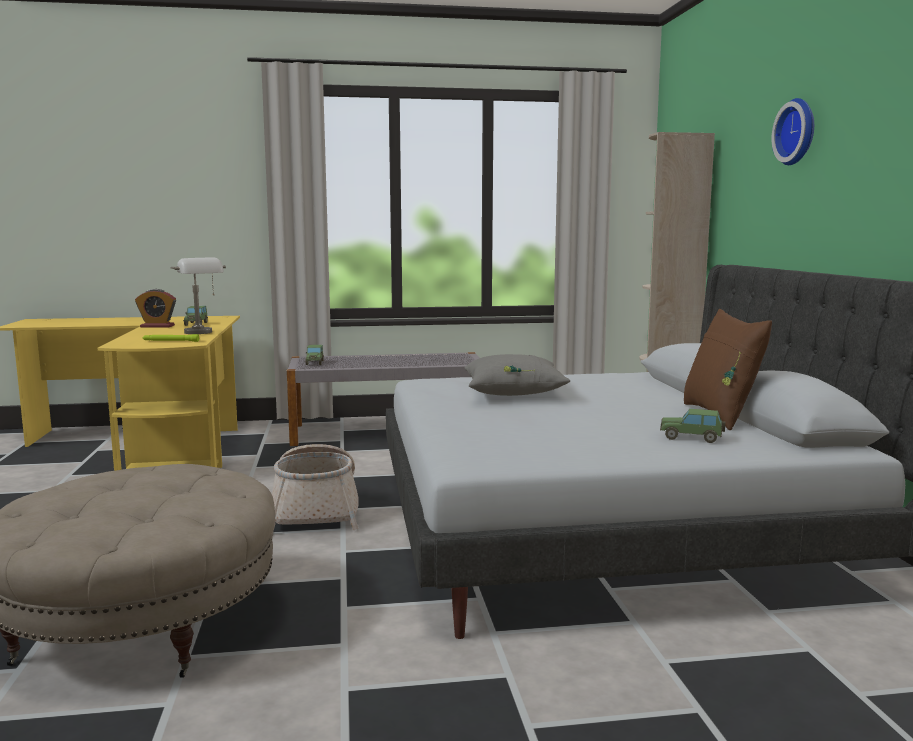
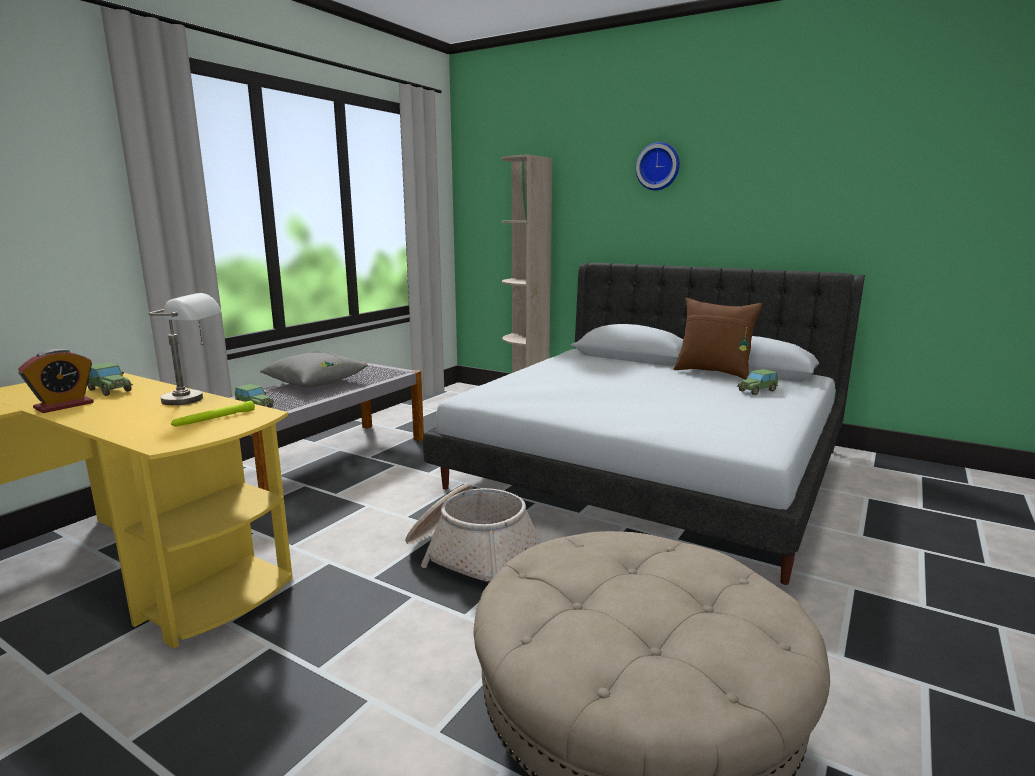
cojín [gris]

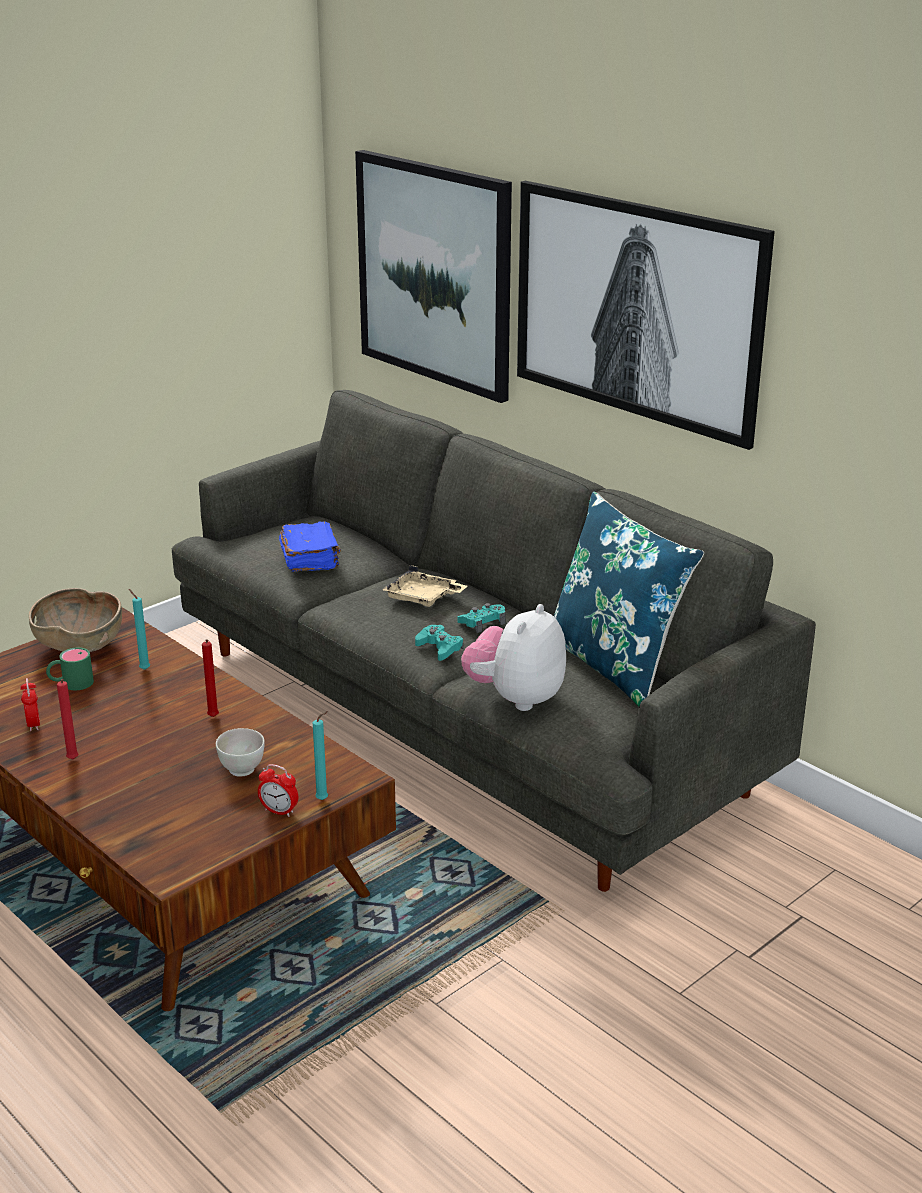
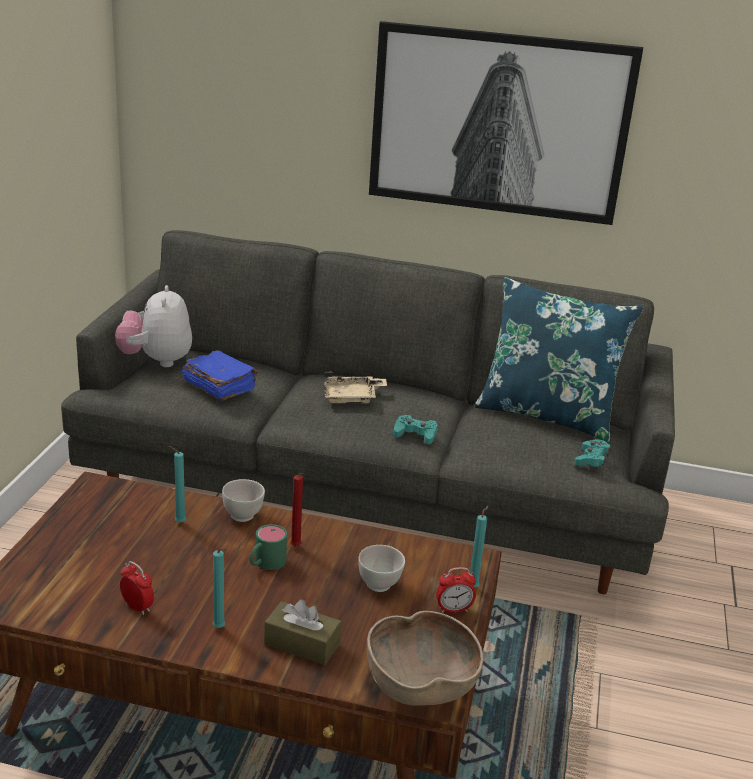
cuadro (1st from left in the first image)
cuenco [blanco] (1st from left)
caja de pañuelos [marrón]
cuenco [marrón]
taza grande [verde]
mando de consola [turquesa] (2nd from left)
peluche
vela [turquesa] (2nd from left)

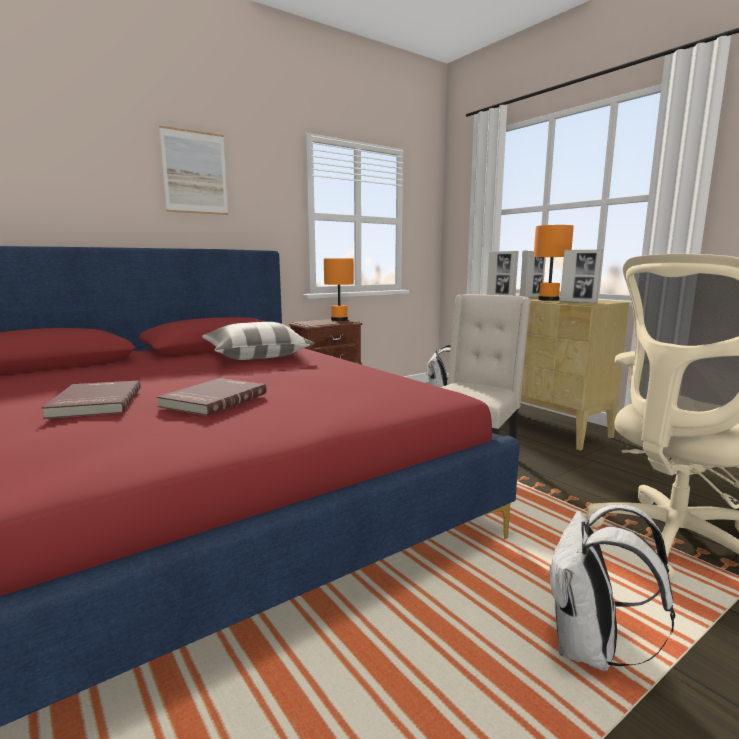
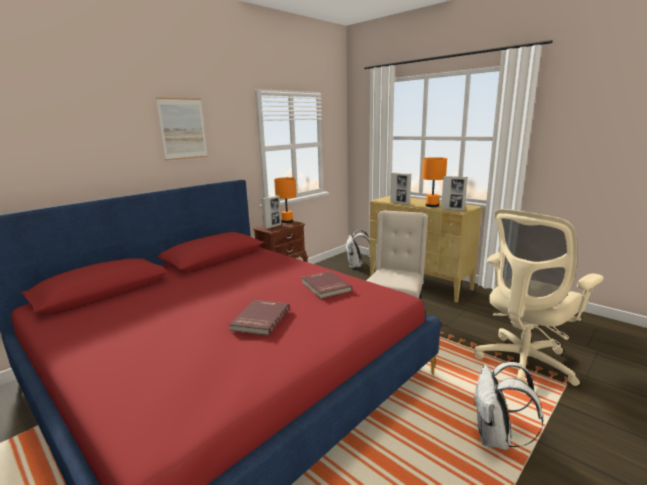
cojín
libro [rojo] (2nd from left)
portarretratos (1st from left)

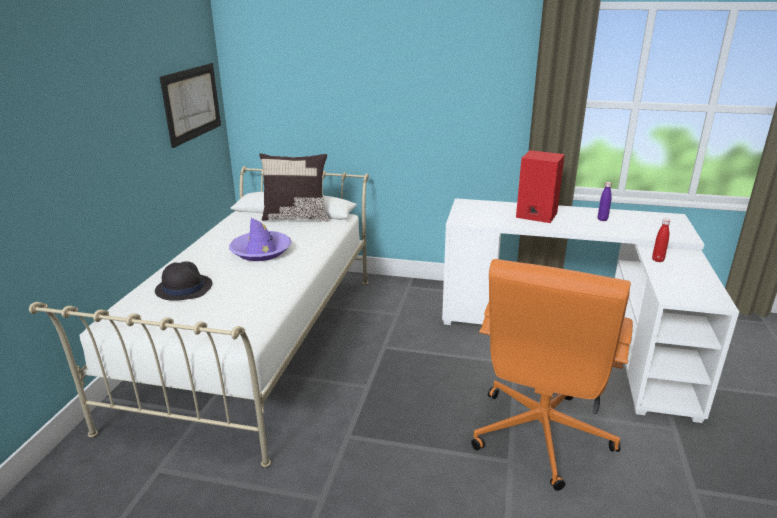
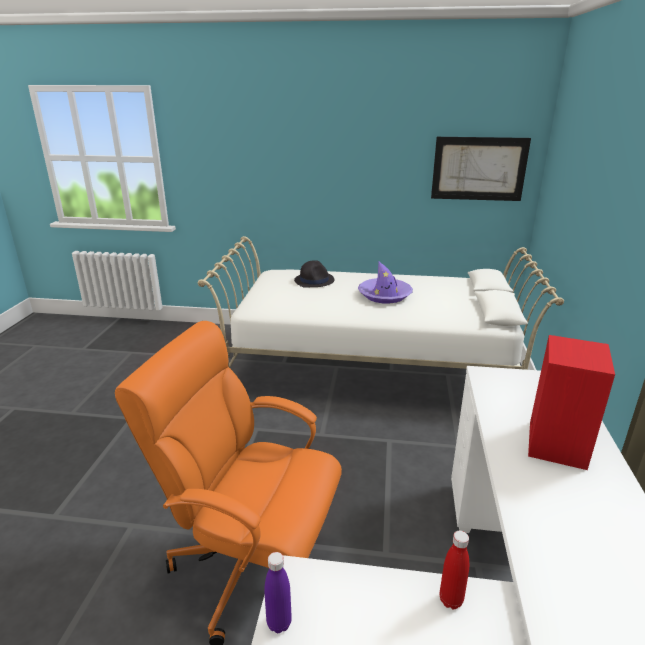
cojín
botella [morado]

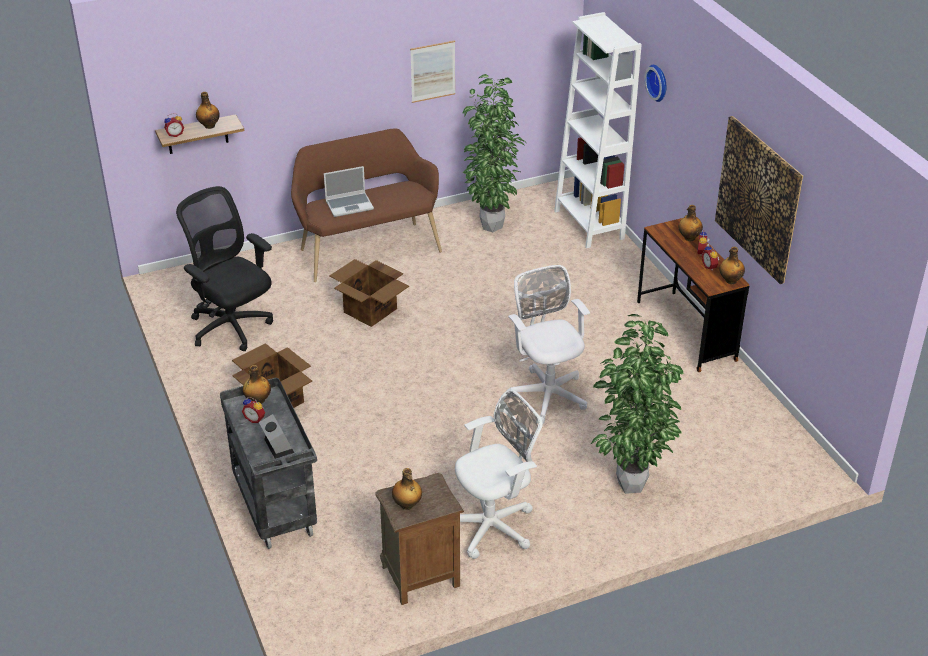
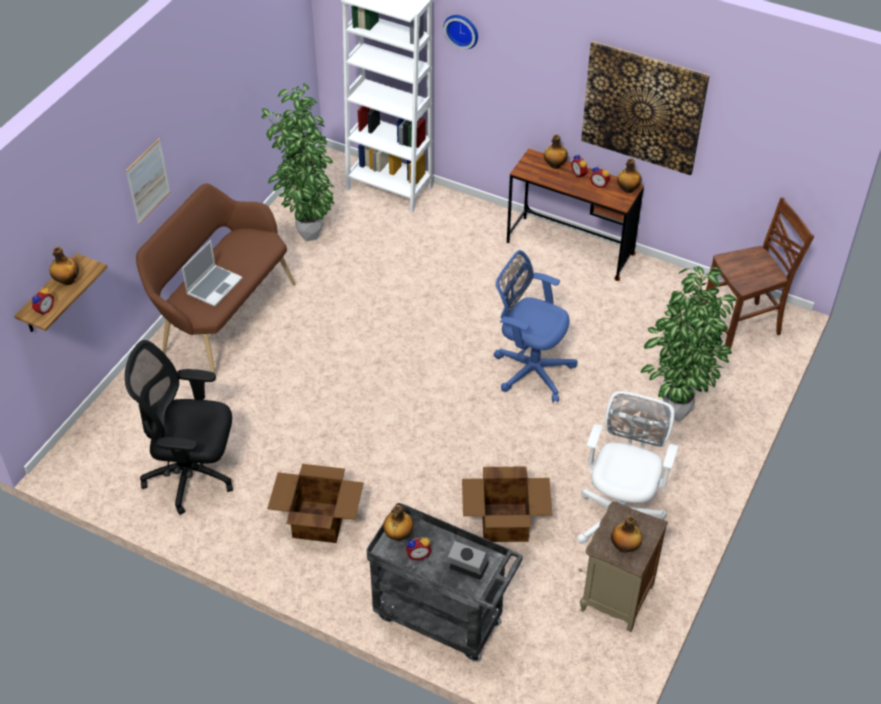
silla [marrón]
caja de cartón (2nd from left)
cuadro (1st from left)
silla de oficina [azul]

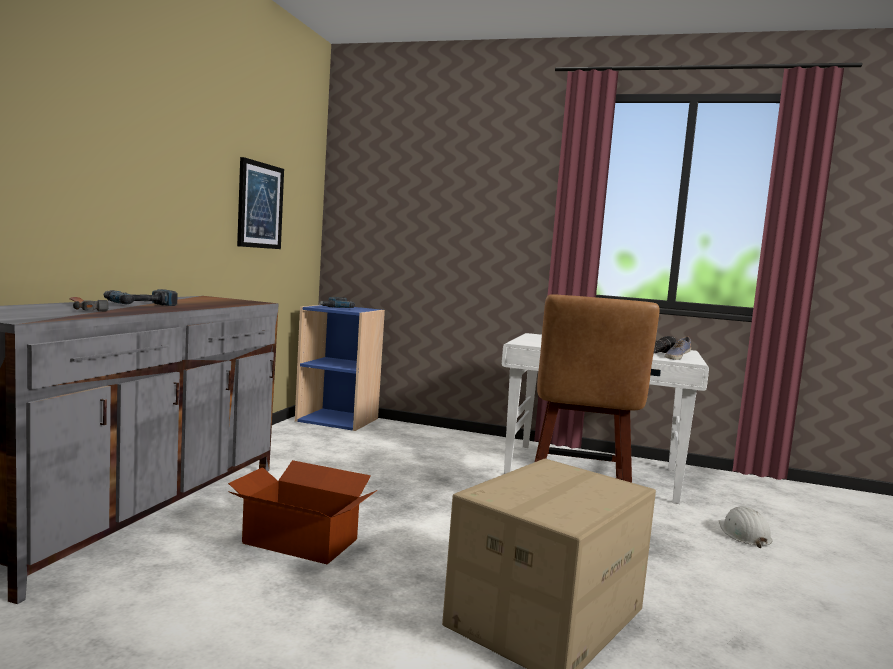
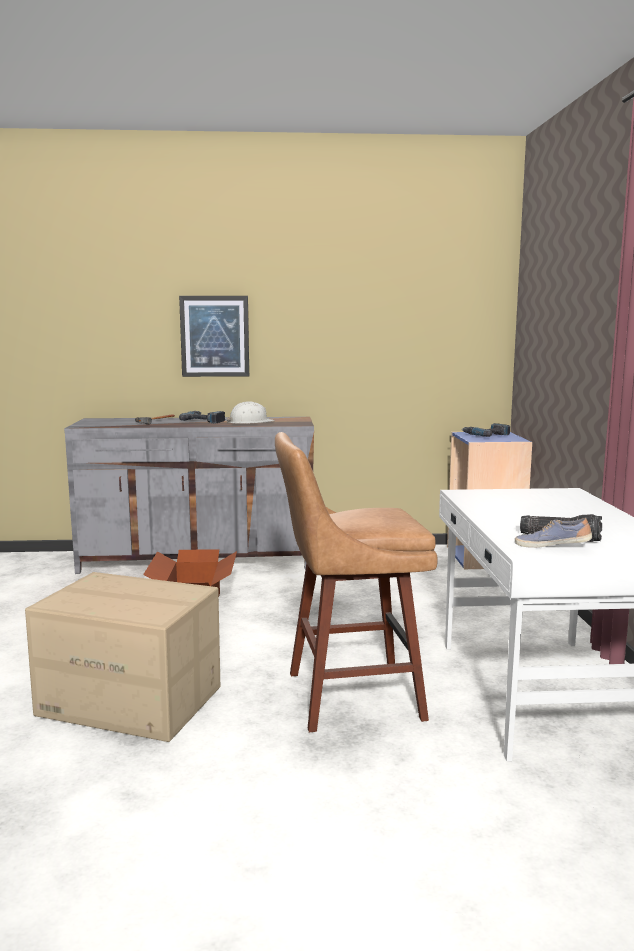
cuadro
casco [blanco]

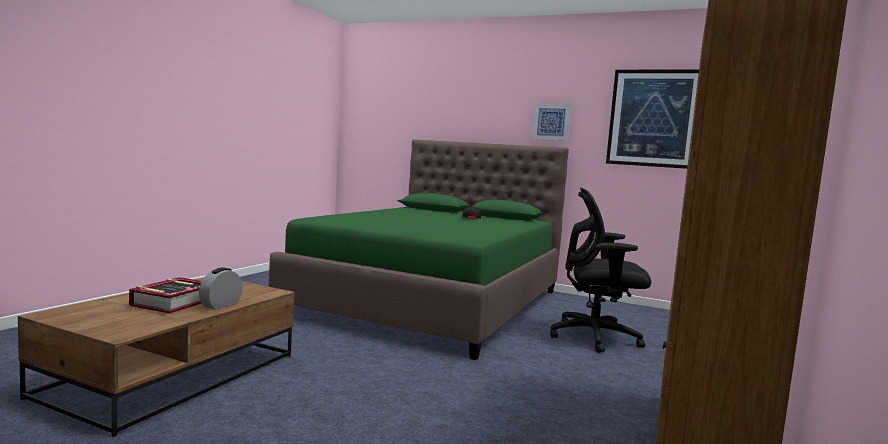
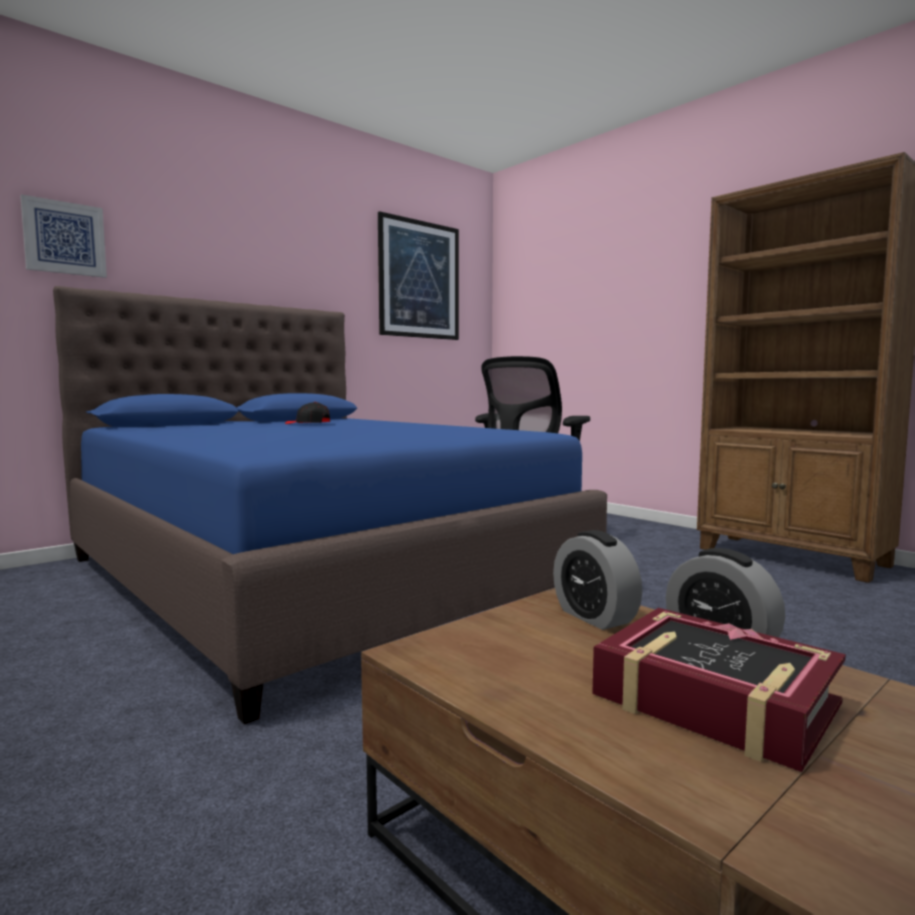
despertador (1st from left)
cuadro (1st from left)
cama [azul]

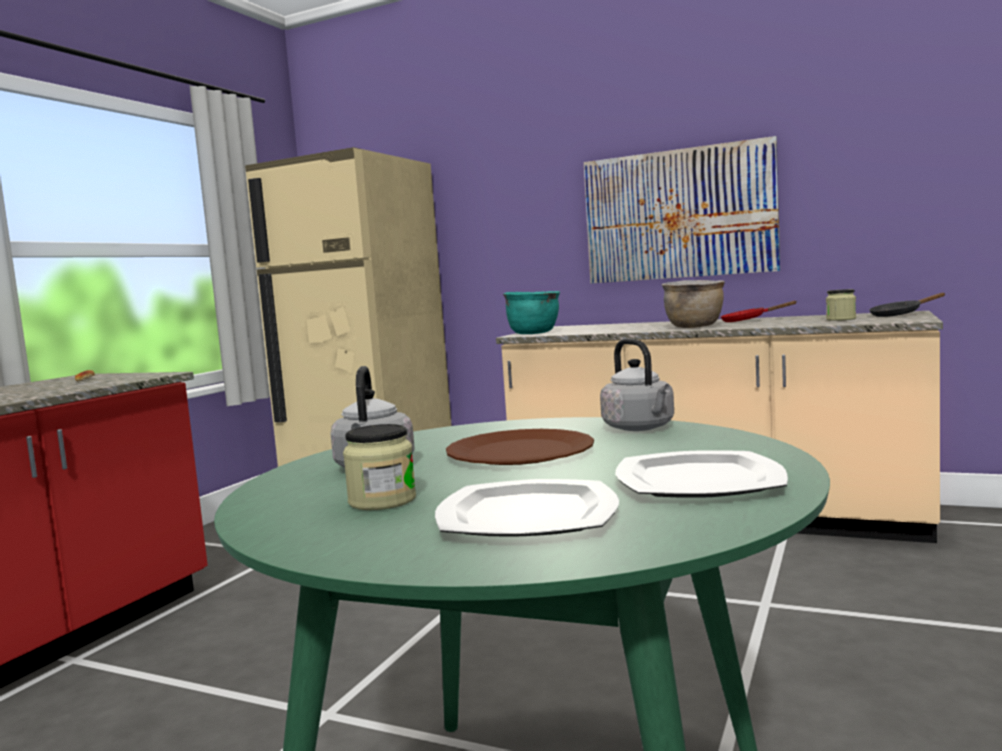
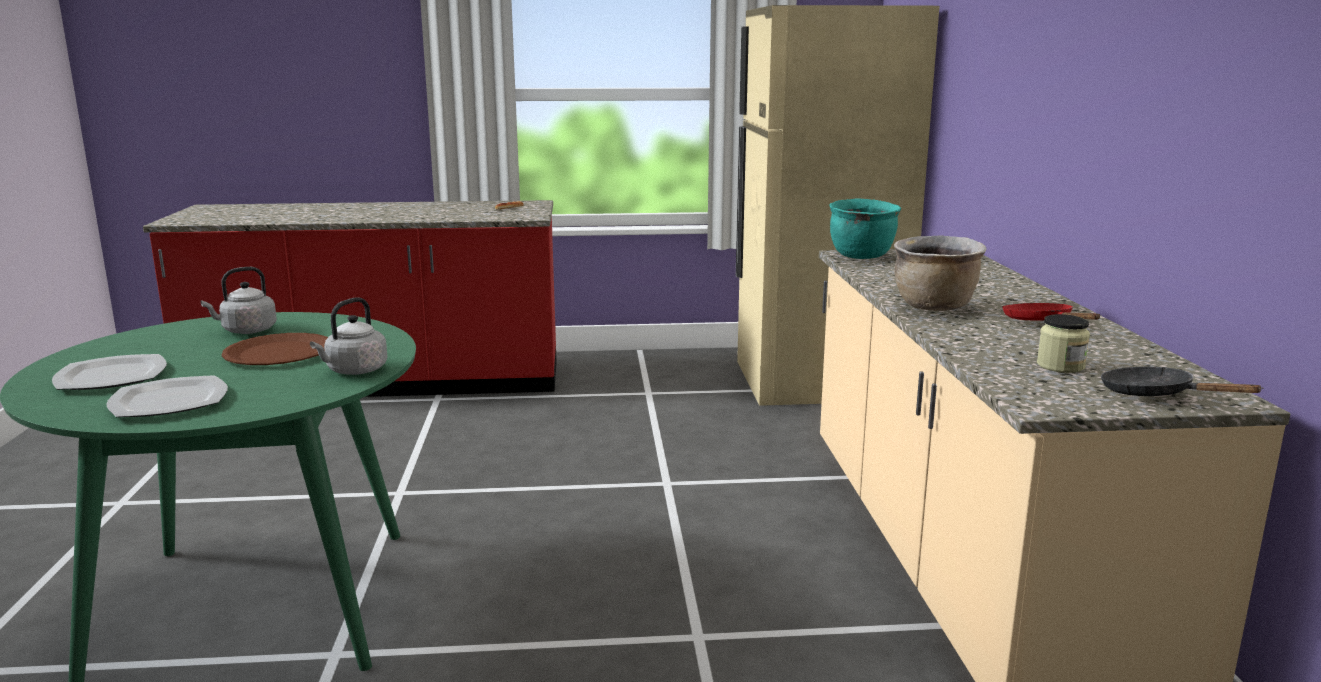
tarro (1st from left in the first image)
cuadro

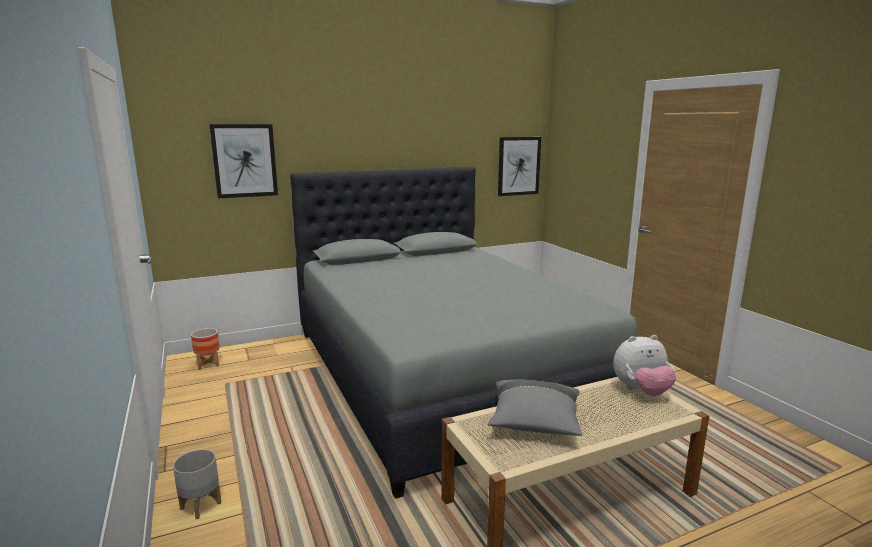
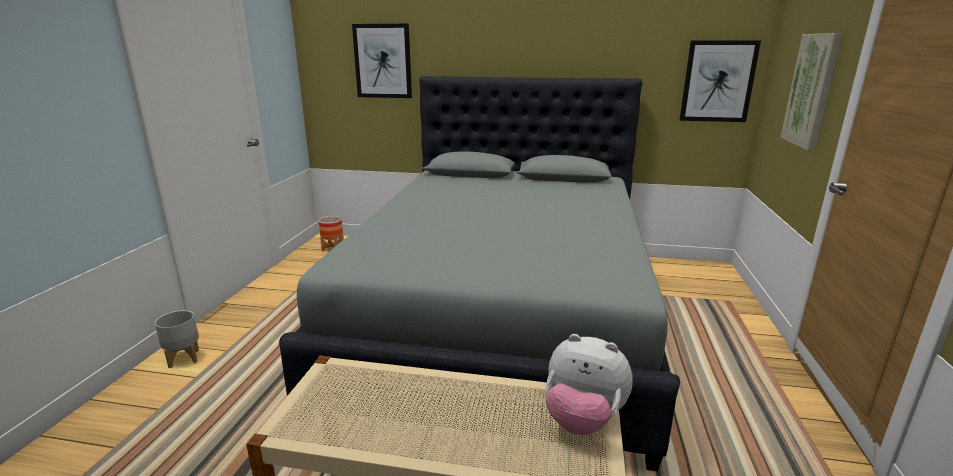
cojín [gris]
cuadro (3rd from left)

